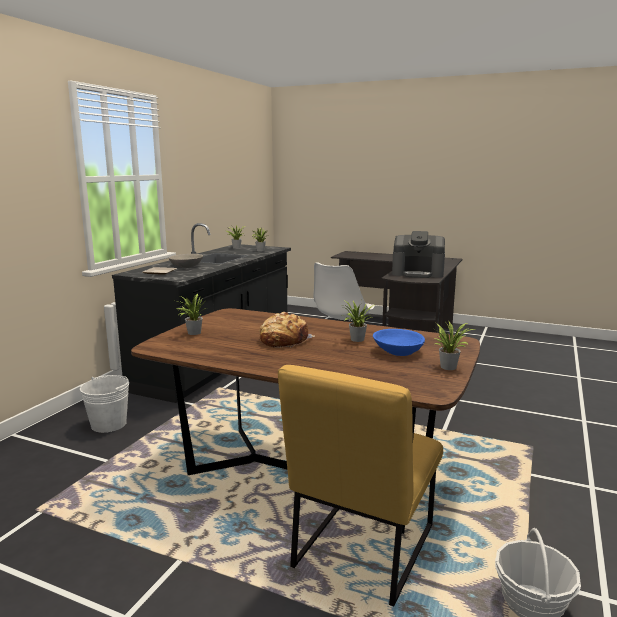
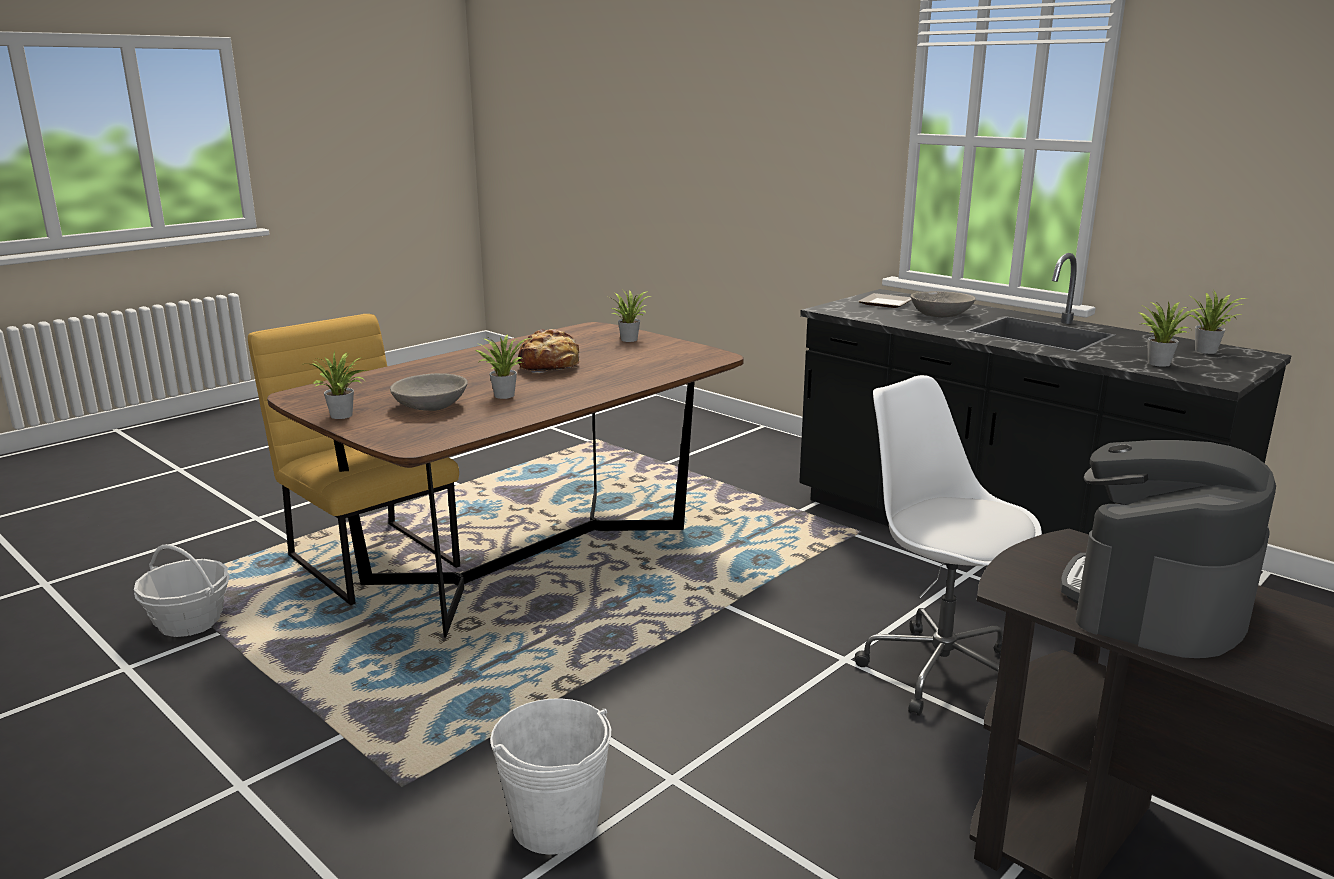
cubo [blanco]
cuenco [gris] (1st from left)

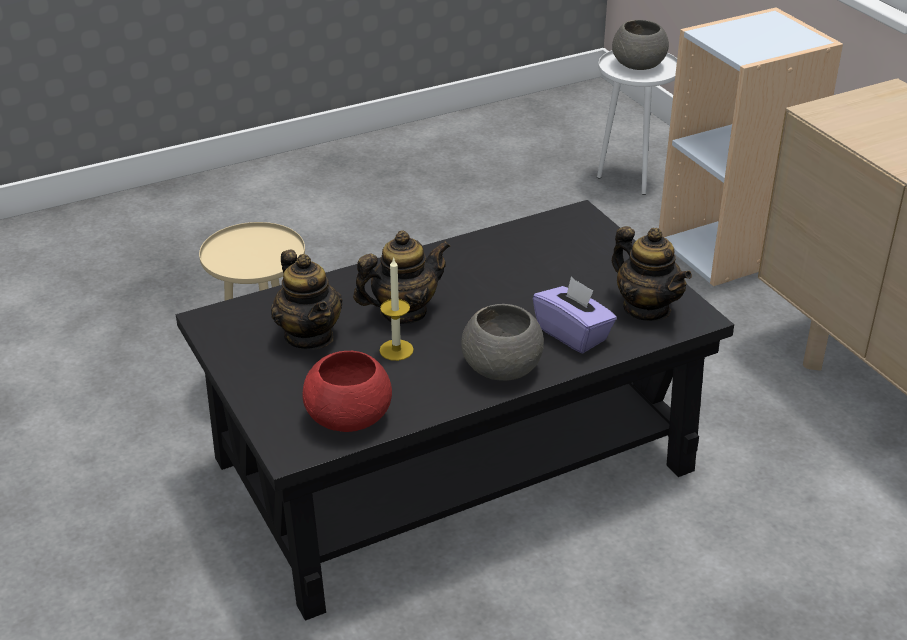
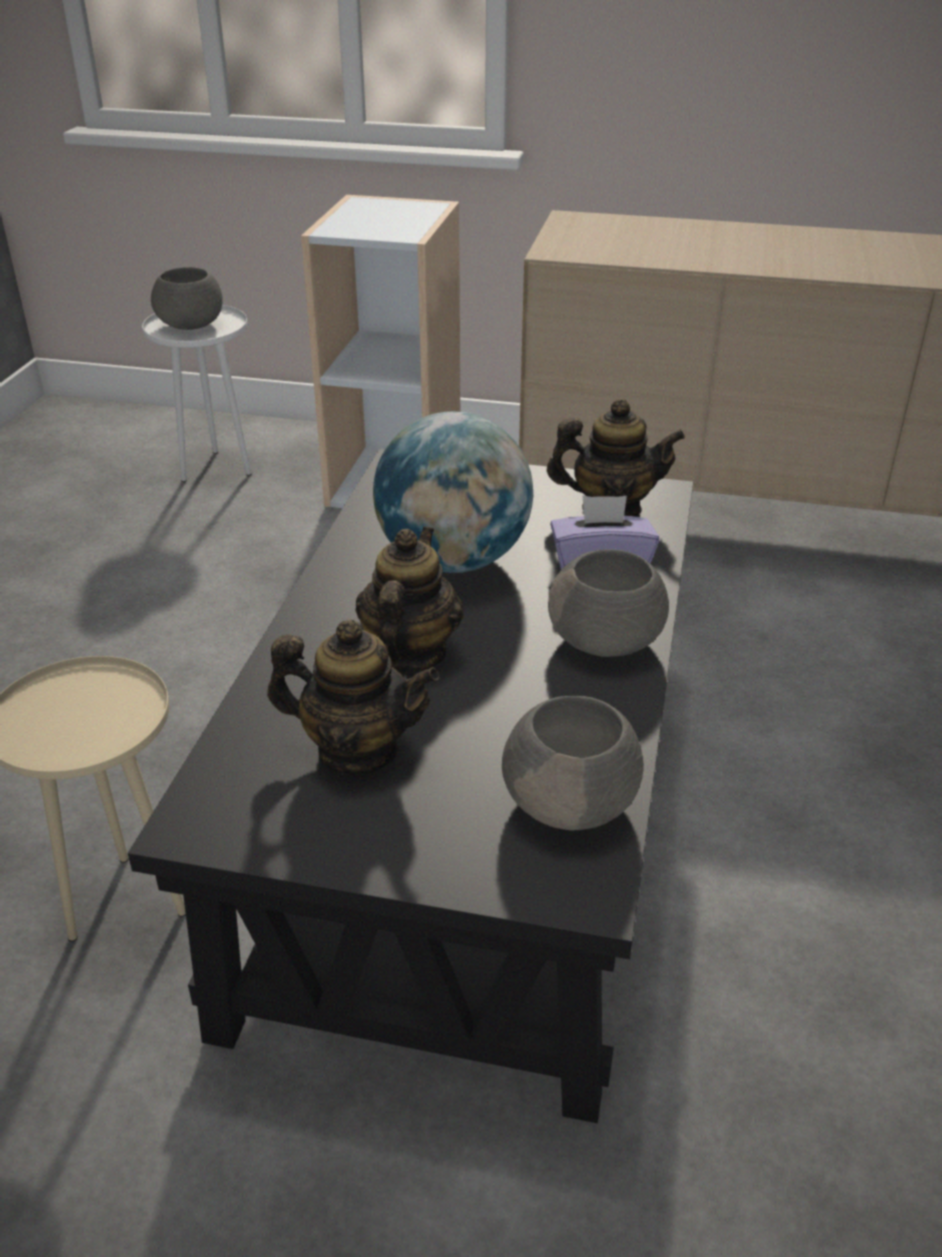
vela
globo terráqueo
cuenco [gris] (2nd from left)

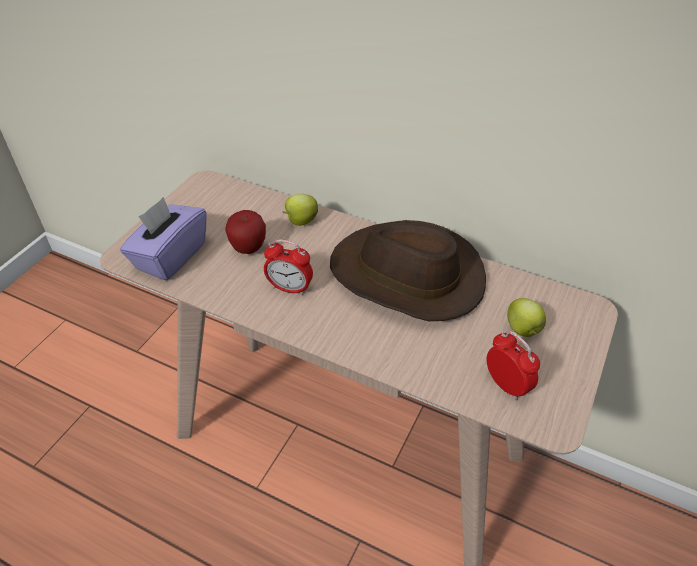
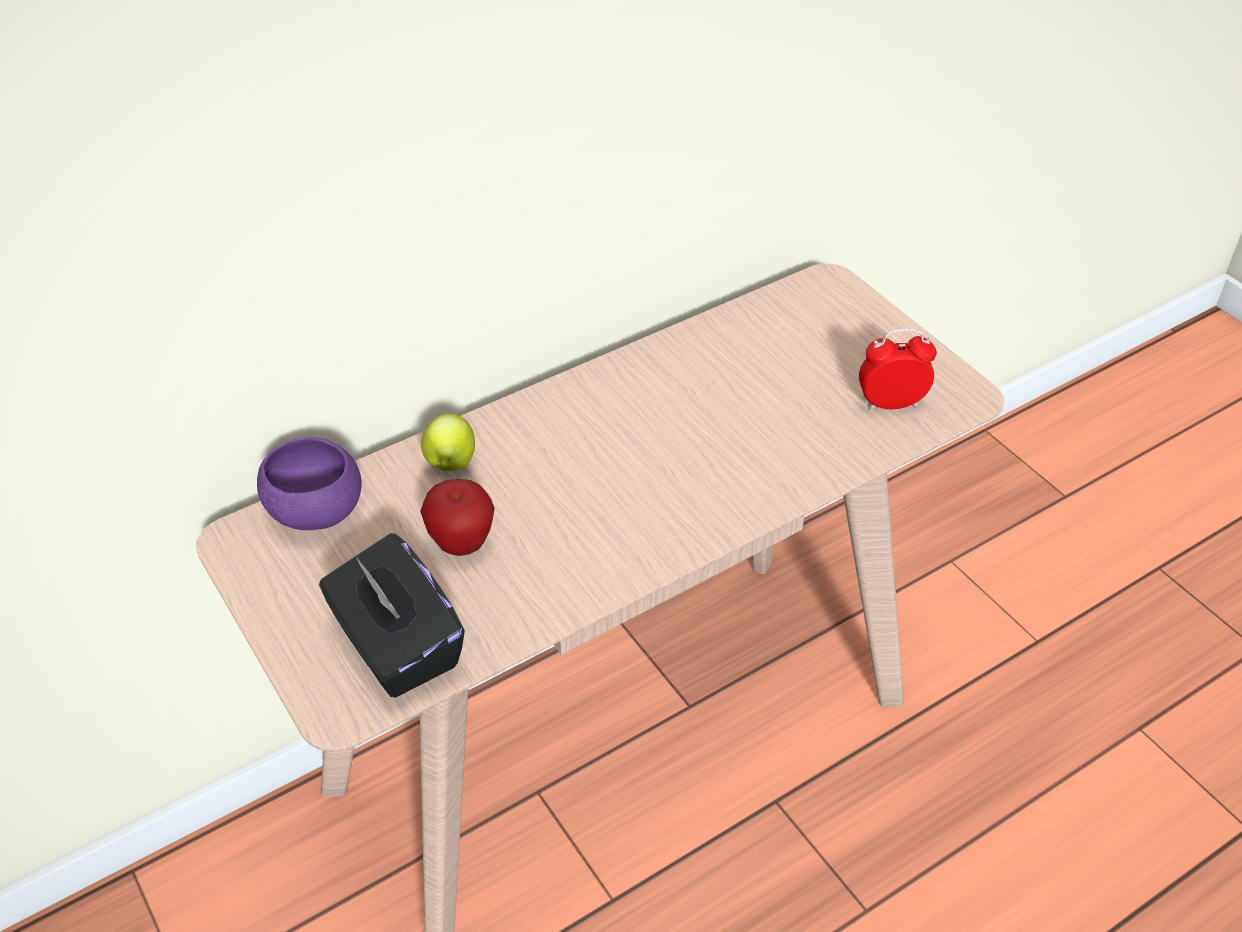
despertador (1st from left in the first image)
sombrero [marrón]
manzana (3rd from left in the first image)
cuenco [morado]
caja de pañuelos [negro]

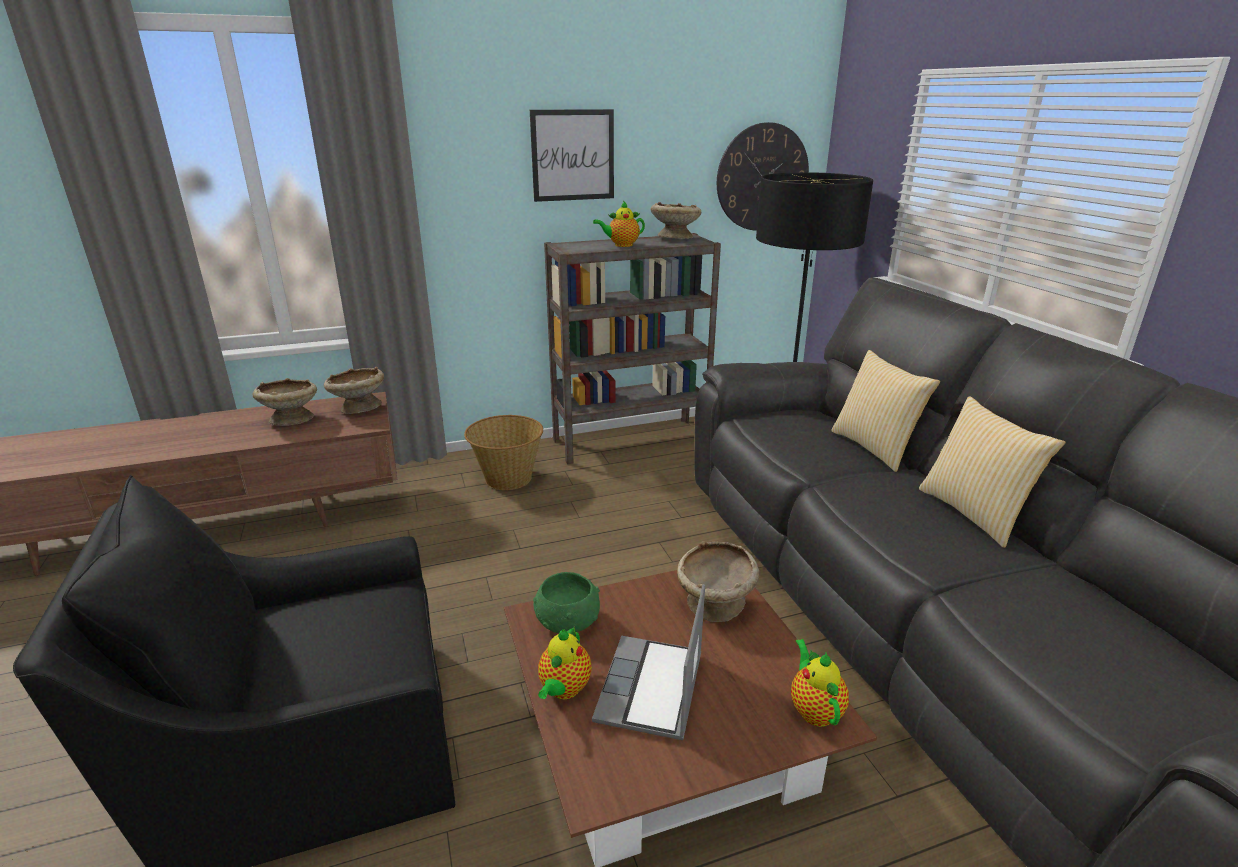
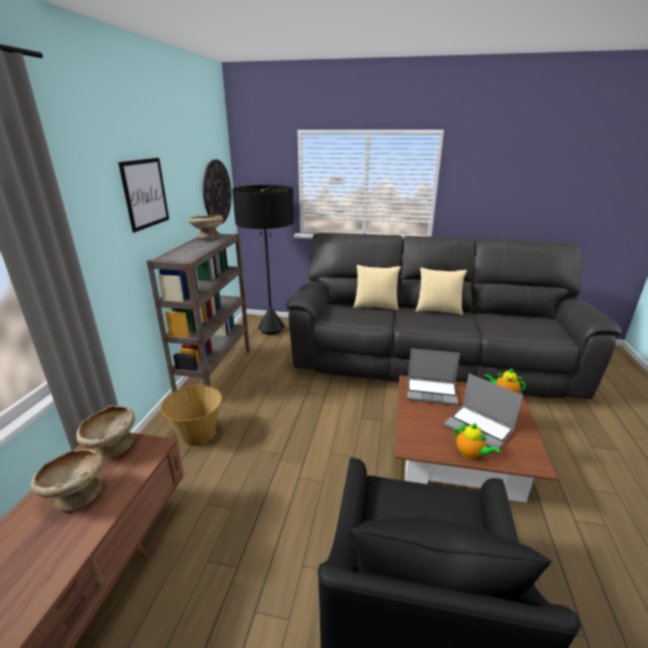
cuenco [verde]
tetera (2nd from left in the first image)
portátil (1st from left)

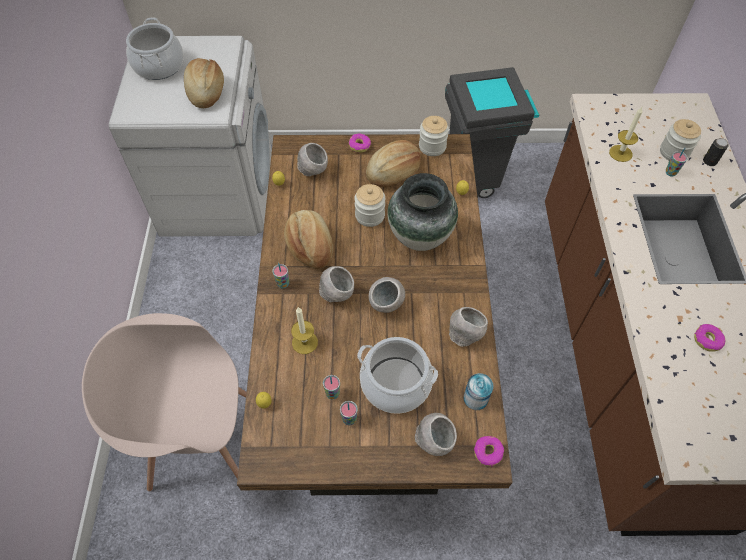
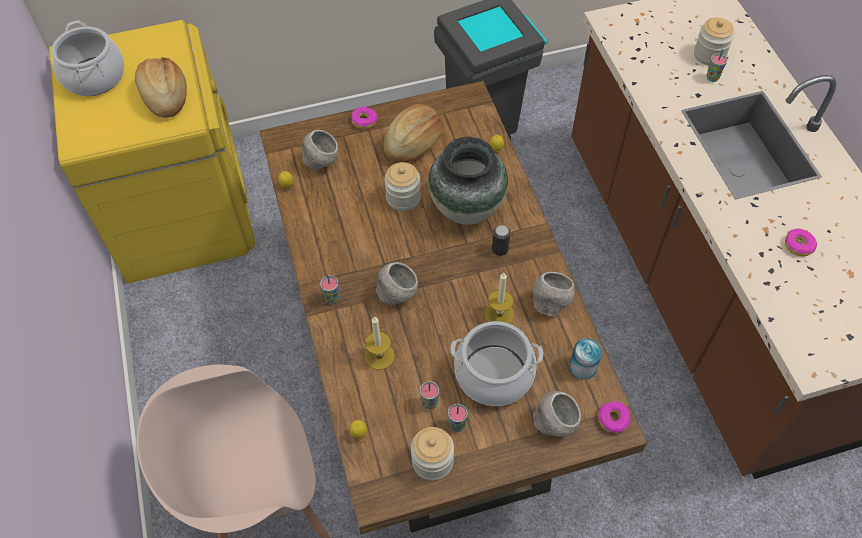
pan (2nd from left in the first image)
cuenco [gris] (3rd from left in the first image)
tarro (2nd from left)
vela (2nd from left)
lata (1st from left)
lavadora [amarillo]

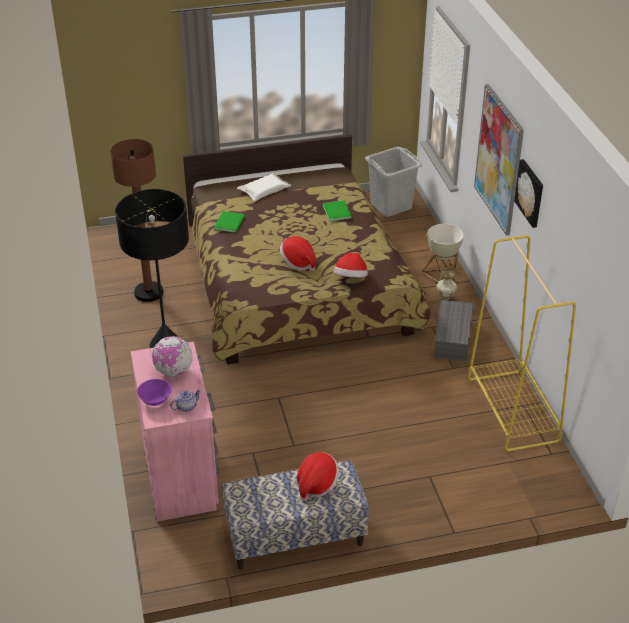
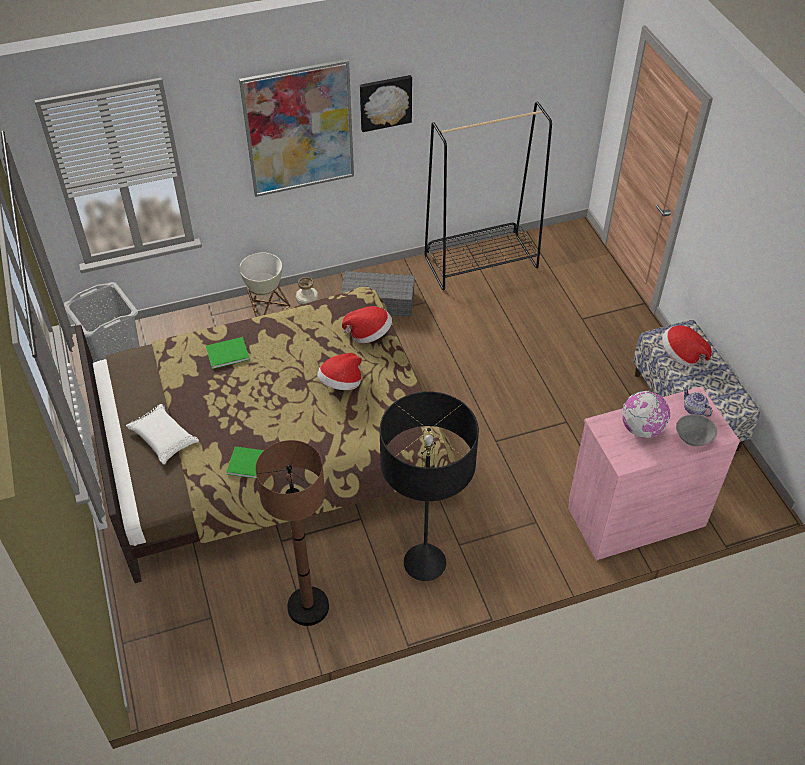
cuenco [gris]
perchero [negro]

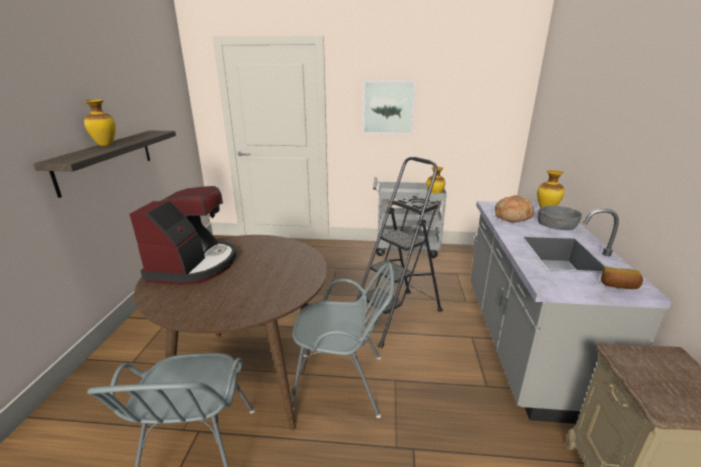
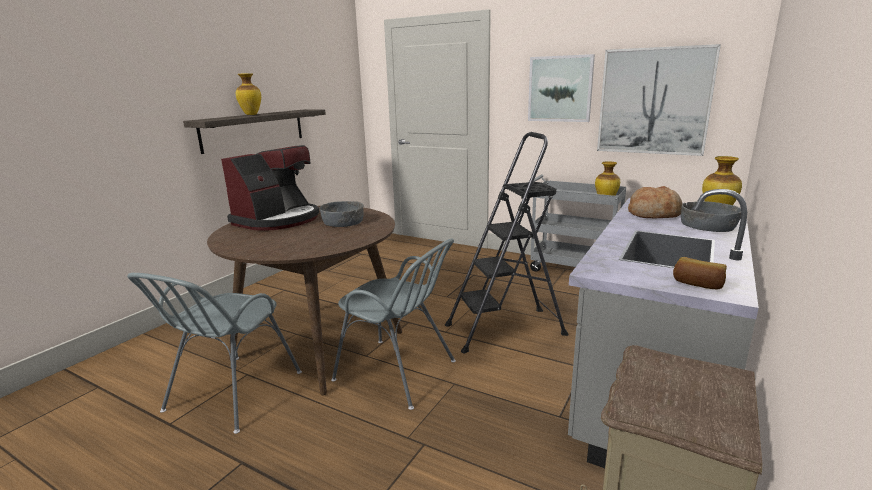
cuenco [gris] (1st from left)
cuadro (2nd from left)

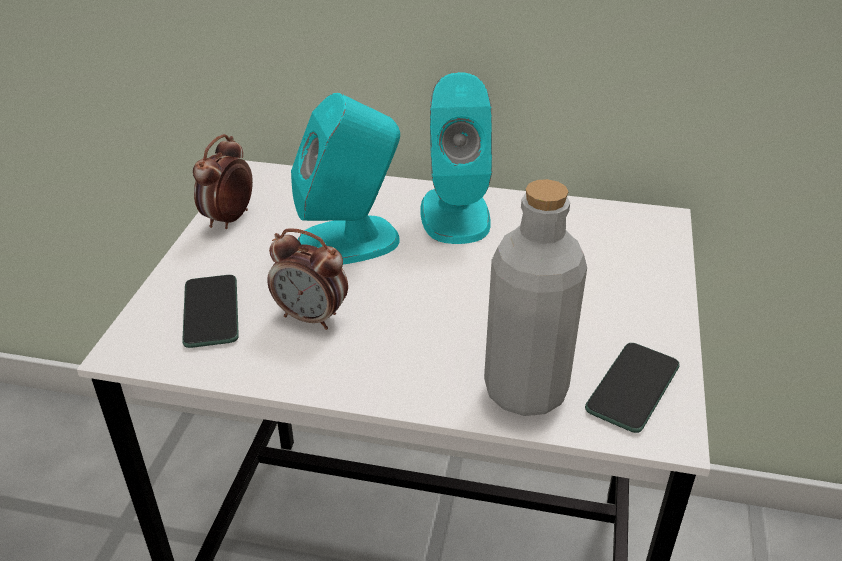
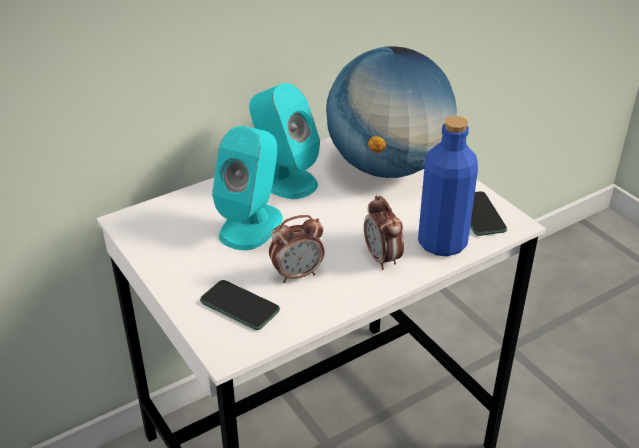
globo terráqueo
despertador (2nd from left)
botella [azul]

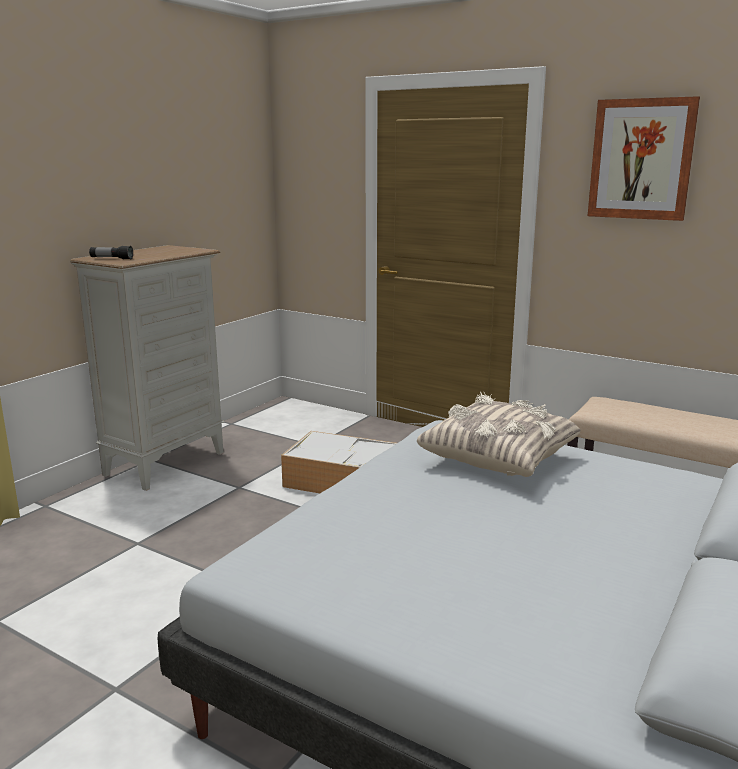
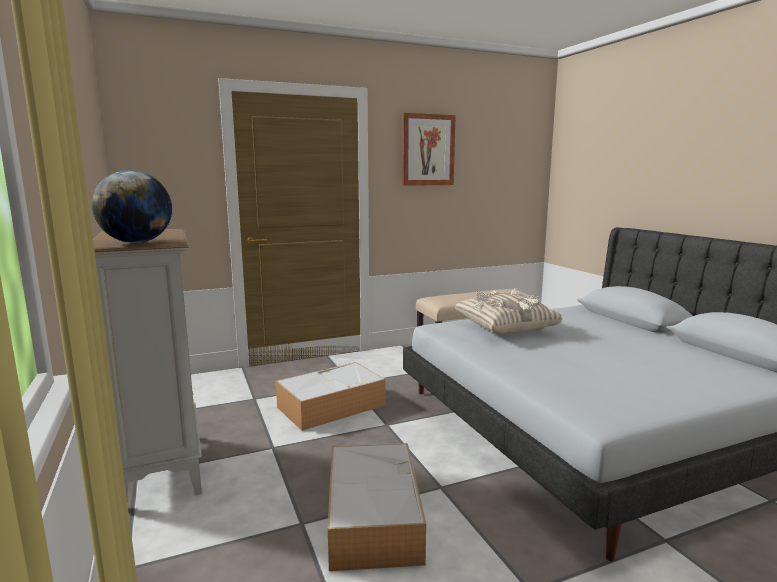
caja de almacenaje (2nd from left)
globo terráqueo

